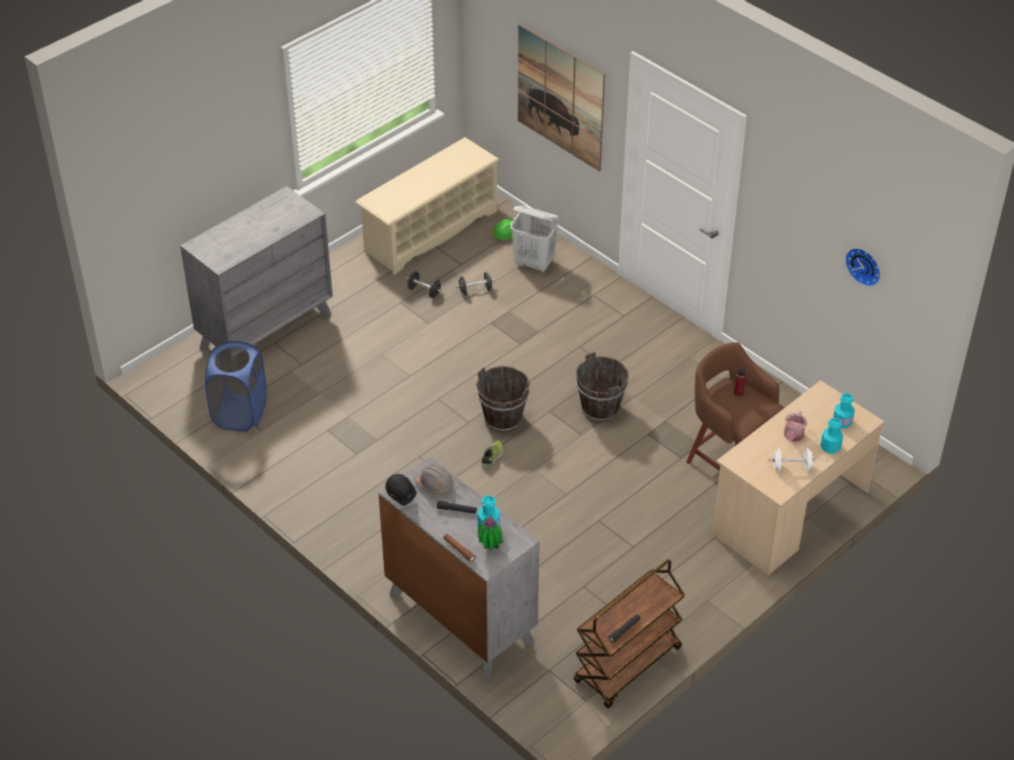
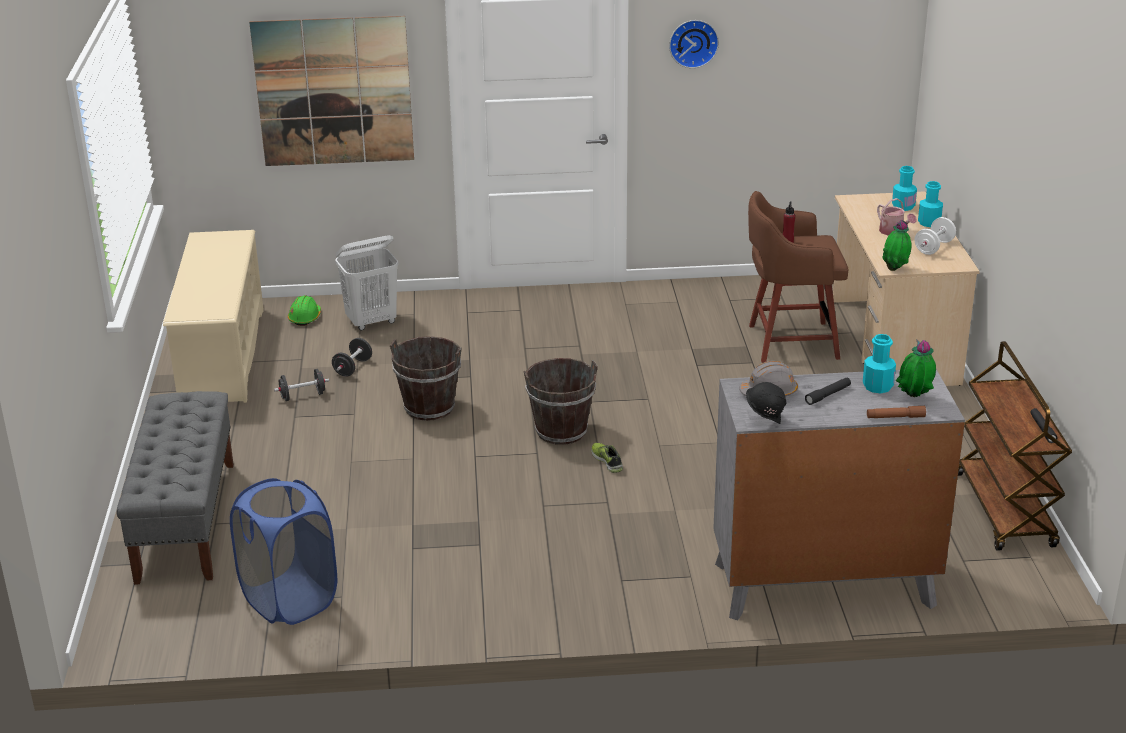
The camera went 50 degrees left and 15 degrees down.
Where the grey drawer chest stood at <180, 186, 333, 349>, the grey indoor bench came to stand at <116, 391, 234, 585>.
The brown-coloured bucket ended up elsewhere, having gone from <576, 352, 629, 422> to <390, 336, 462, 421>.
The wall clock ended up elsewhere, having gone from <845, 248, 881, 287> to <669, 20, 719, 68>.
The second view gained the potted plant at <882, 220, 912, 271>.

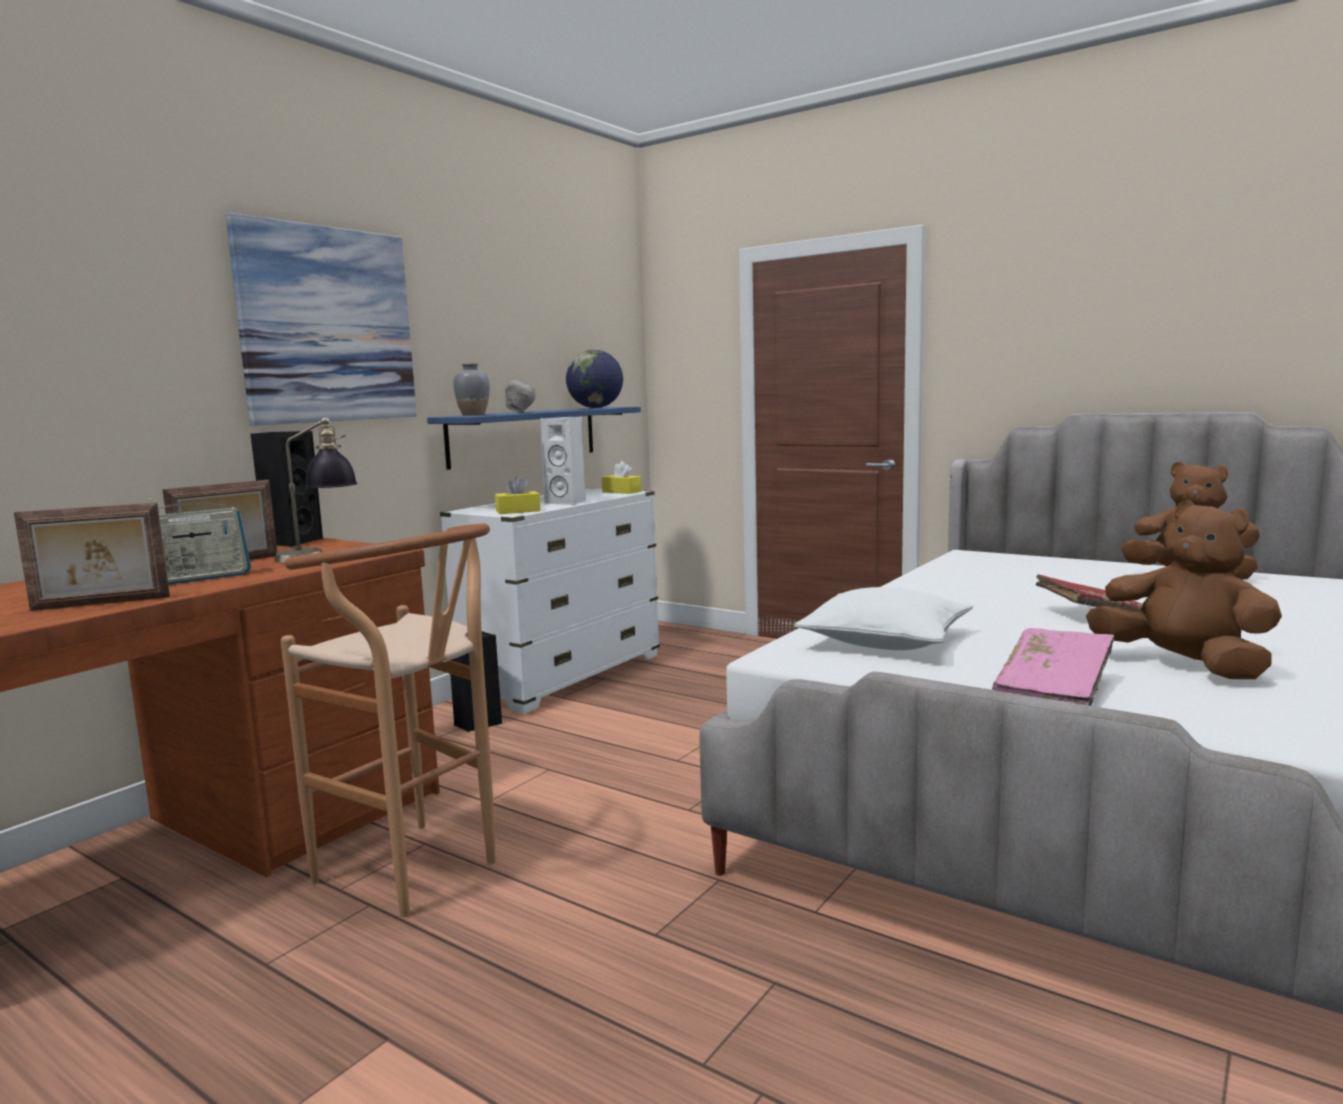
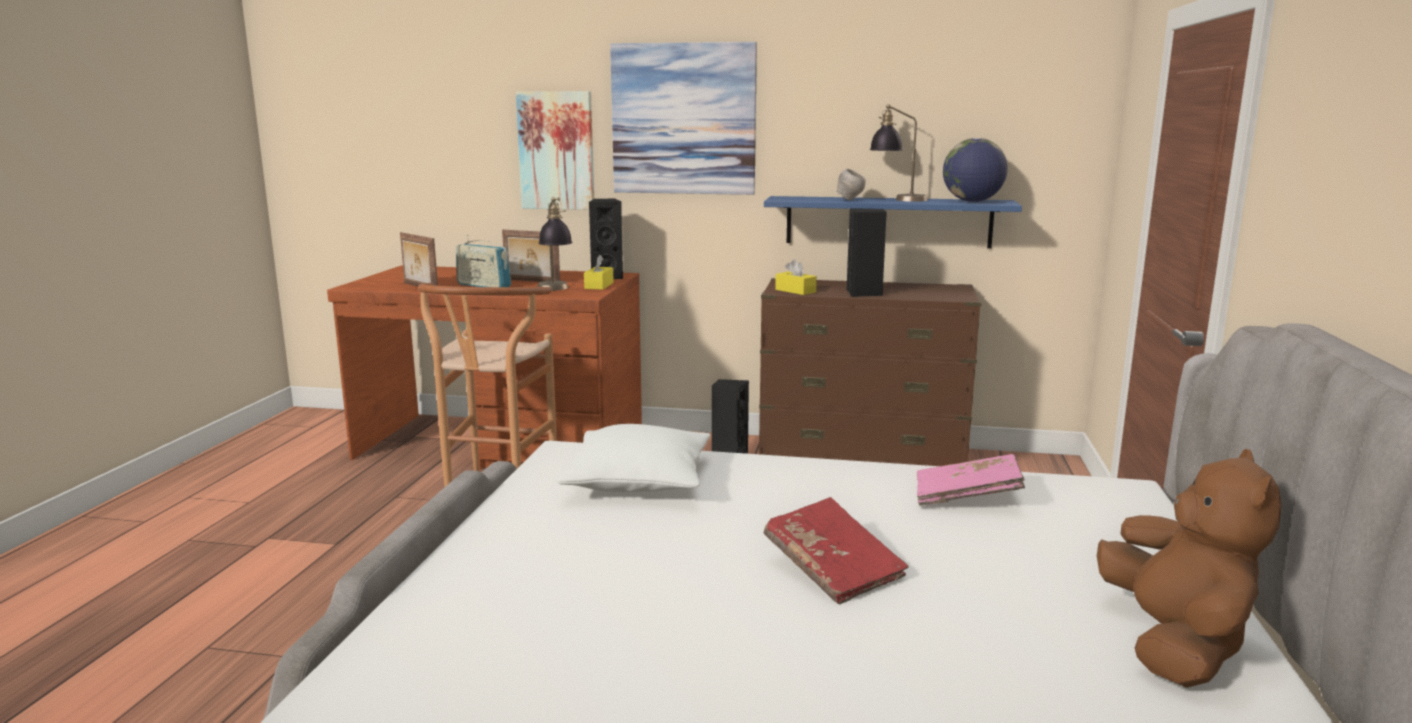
The camera went 65 degrees right and 5 degrees up.
The second view gained the wall picture at <516, 91, 594, 210>.
The yellowish tissue box ended up elsewhere, having gone from <602, 461, 641, 494> to <584, 255, 614, 290>.
What was the whitish drawer chest at <440, 488, 660, 714> turned into the brown-coloured drawer chest at <759, 278, 981, 466>.
What was the whitish audio speaker at <540, 417, 586, 505> turned into the black-coloured audio speaker at <846, 208, 887, 297>.
The second view gained the lamp for a table at <870, 104, 927, 202>.
The pink-coloured bound book ended up elsewhere, having gone from <992, 628, 1114, 706> to <917, 454, 1025, 506>.
The second view lost the grey decorative vase at <453, 363, 490, 416>.
The second view lost the brown-coloured cuddly toy at <1086, 500, 1282, 679>.

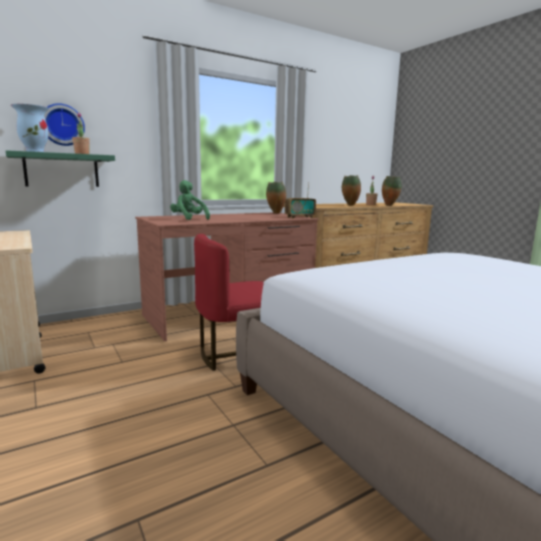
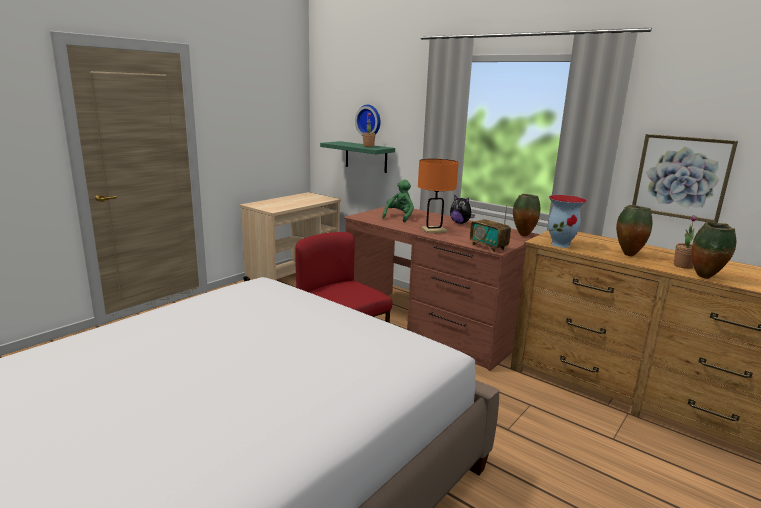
The camera went 70 degrees right and 5 degrees up.
The second view gained the orange-coloured lamp for a table at <418, 159, 459, 233>.
The second view gained the cuddly toy at <450, 196, 475, 224>.
The decorative vase ended up elsewhere, having gone from <11, 104, 49, 152> to <548, 195, 587, 248>.
The second view gained the wall picture at <632, 134, 738, 223>.

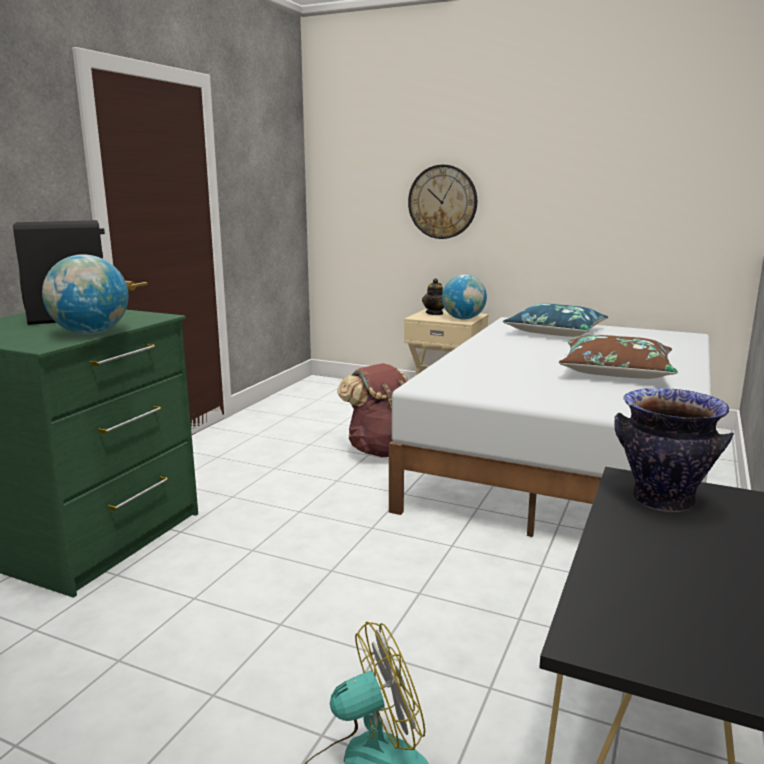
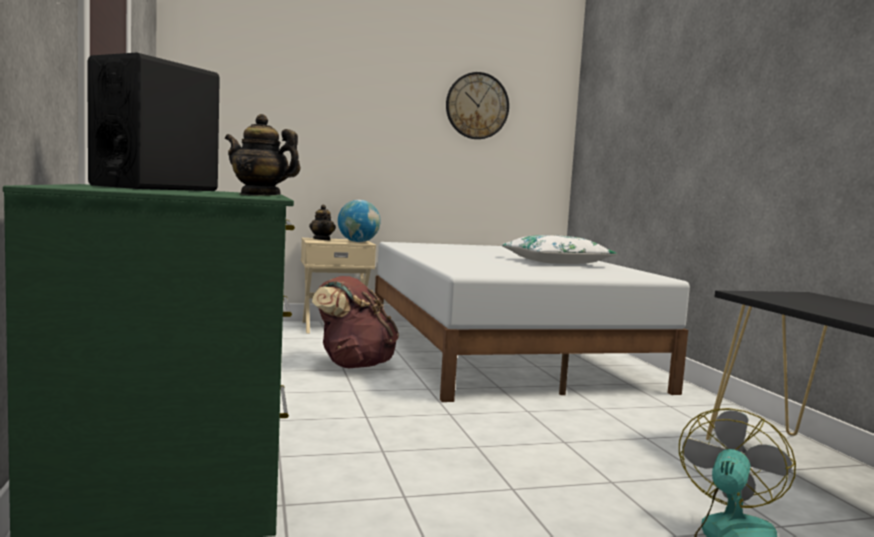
The camera went 40 degrees left and 10 degrees down.
Where the world globe stood at <42, 254, 129, 334>, the tea pot came to stand at <225, 114, 300, 195>.
The wall clock ended up elsewhere, having gone from <408, 165, 477, 239> to <446, 72, 509, 139>.
What was the brown-coloured throw pillow at <559, 335, 678, 379> turned into the whitish throw pillow at <502, 235, 617, 264>.
The second view lost the blue throw pillow at <503, 303, 608, 337>.
The second view lost the decorative vase at <614, 388, 734, 512>.

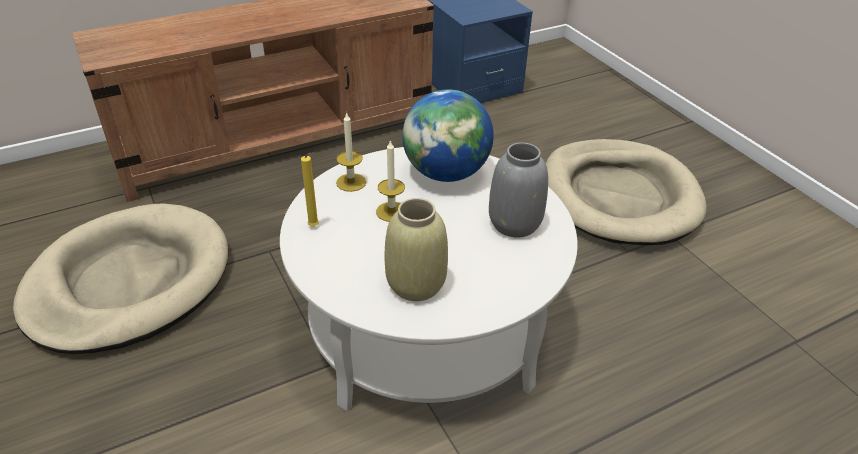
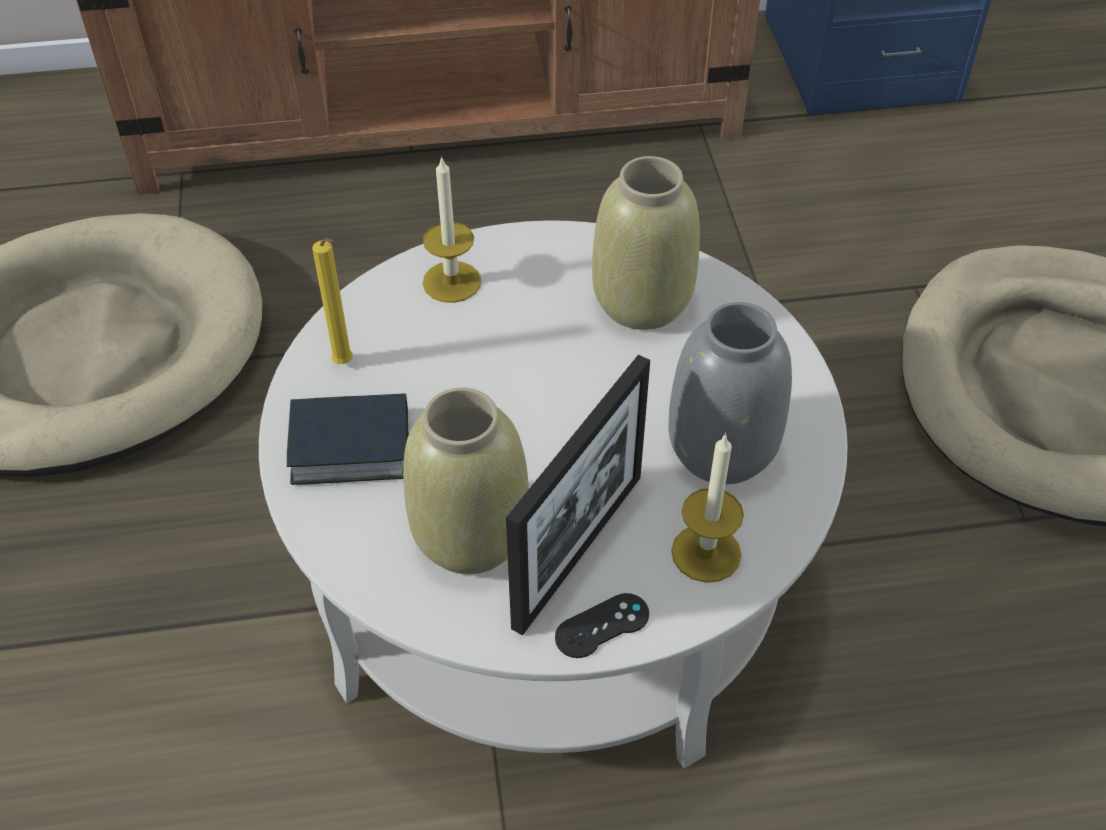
The camera went 20 degrees right and 10 degrees up.
The second view gained the bound book at <287, 393, 409, 485>.
The second view gained the standing frame at <506, 355, 650, 636>.
The second view gained the black-coloured game controller at <555, 593, 649, 658>.
Where the world globe stood at <402, 89, 494, 182>, the beige decorative vase came to stand at <592, 156, 700, 330>.
The wax candle ended up elsewhere, having gone from <376, 140, 405, 222> to <671, 433, 744, 583>.

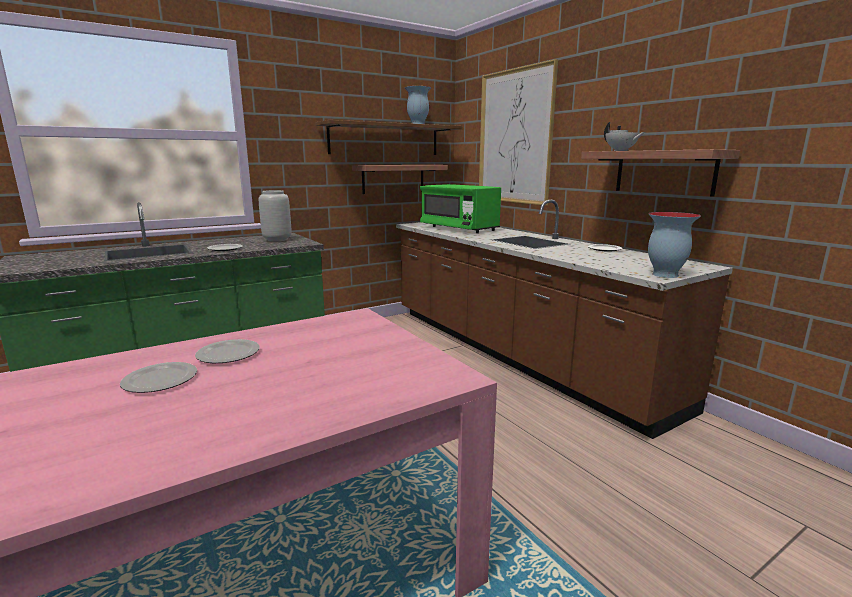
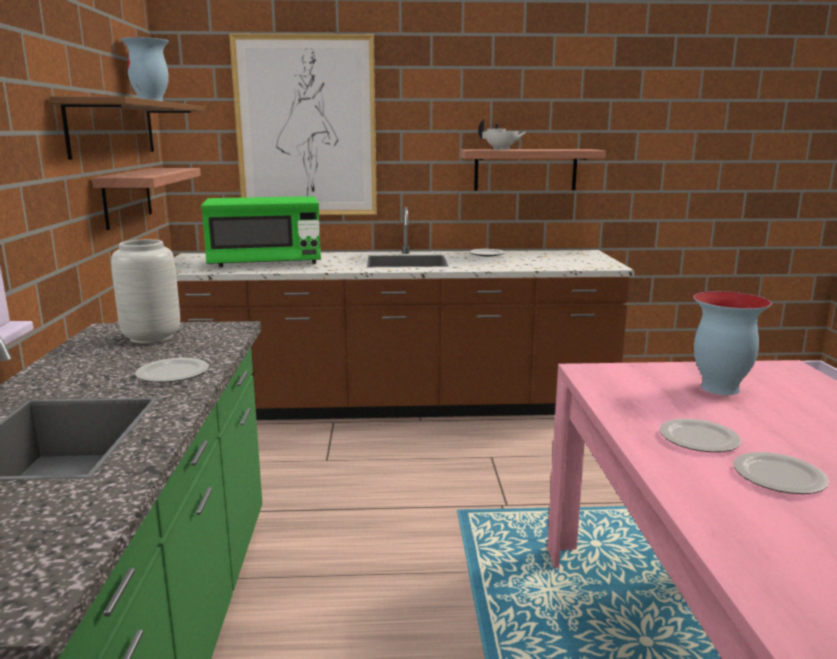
The camera went 60 degrees left and 0 degrees up.
The decorative vase ended up elsewhere, having gone from <648, 212, 701, 278> to <693, 291, 772, 395>.

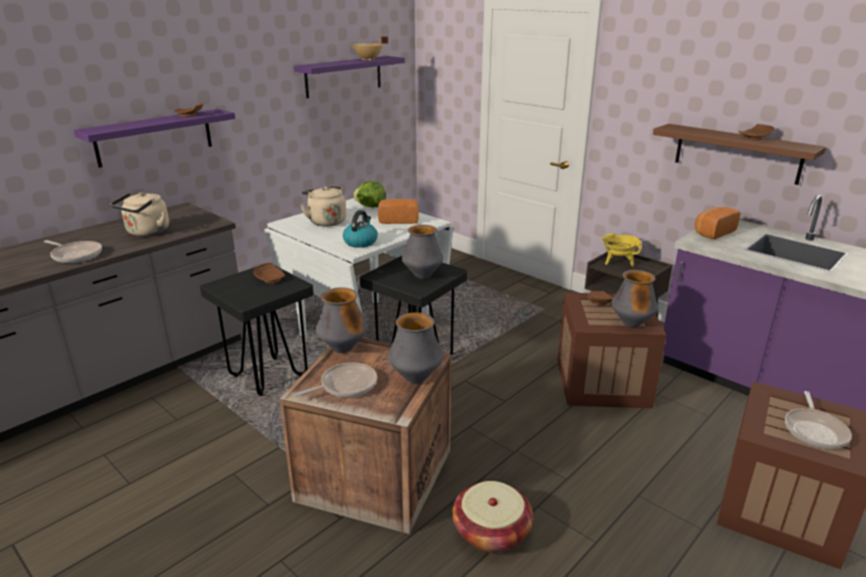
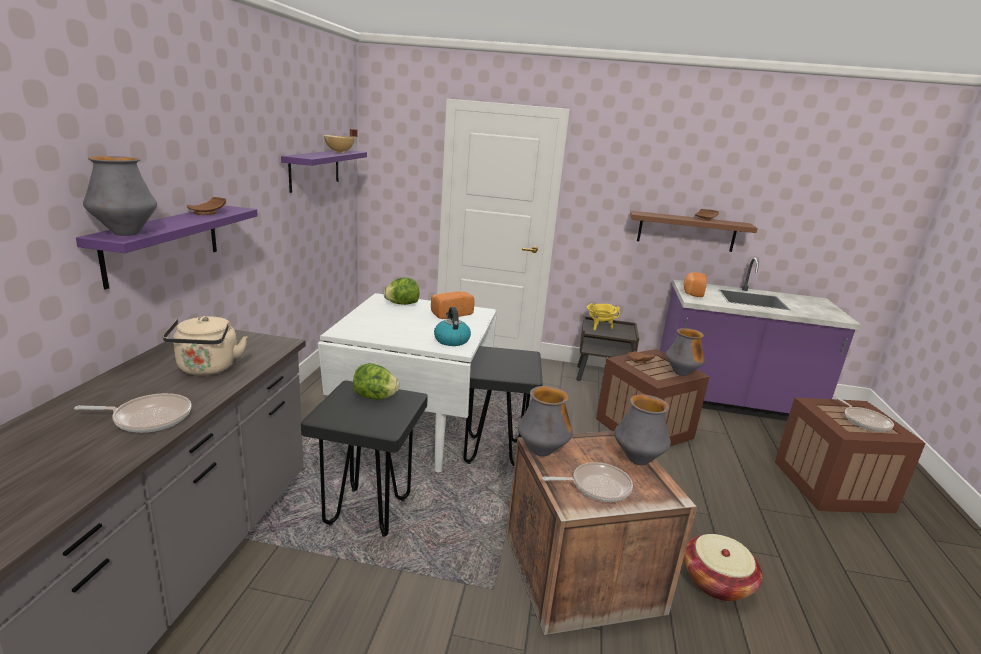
The camera went 35 degrees left and 5 degrees down.
The decorative vase ended up elsewhere, having gone from <401, 225, 444, 279> to <83, 156, 157, 236>.
Where the brown-coloured flat dish stood at <253, 262, 285, 283>, the lettuce came to stand at <353, 363, 399, 400>.
The frying pan at <294, 363, 377, 397> ended up facing another way, 60 degrees clockwise from before.
The second view lost the beige kettle at <300, 186, 346, 226>.

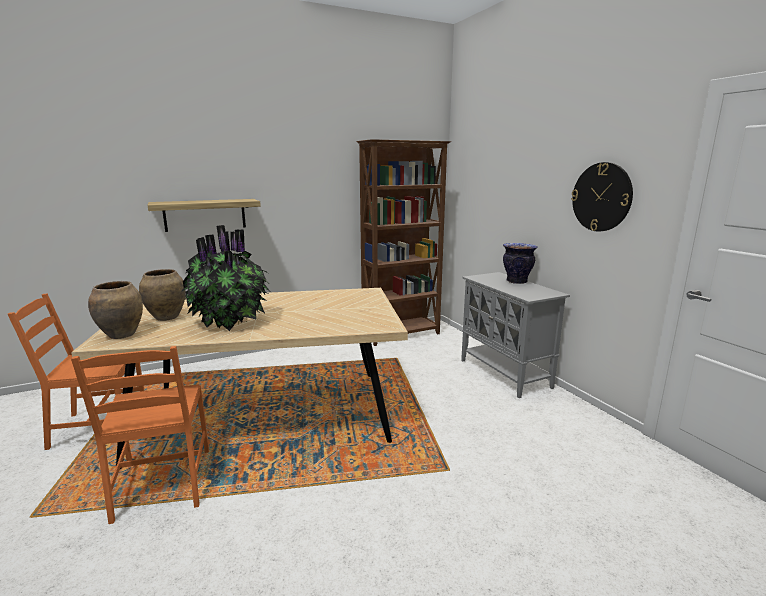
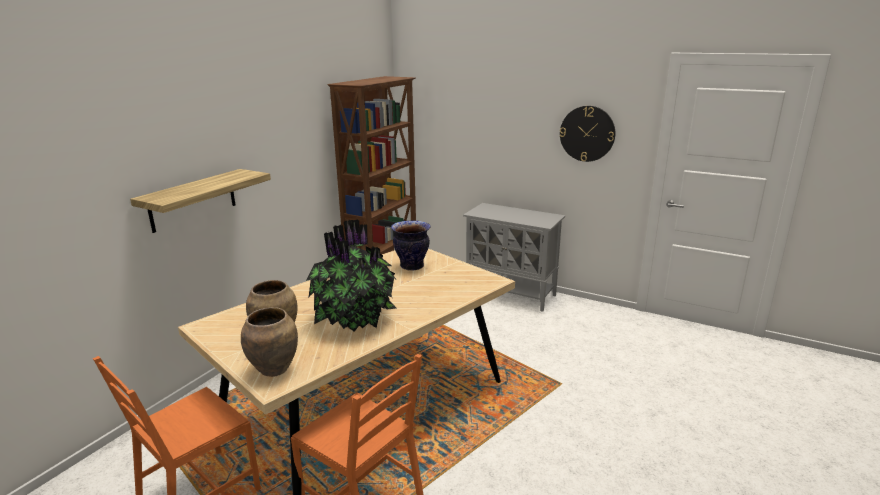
The camera went 35 degrees left and 5 degrees up.
The decorative vase ended up elsewhere, having gone from <503, 243, 538, 284> to <391, 221, 431, 271>.

